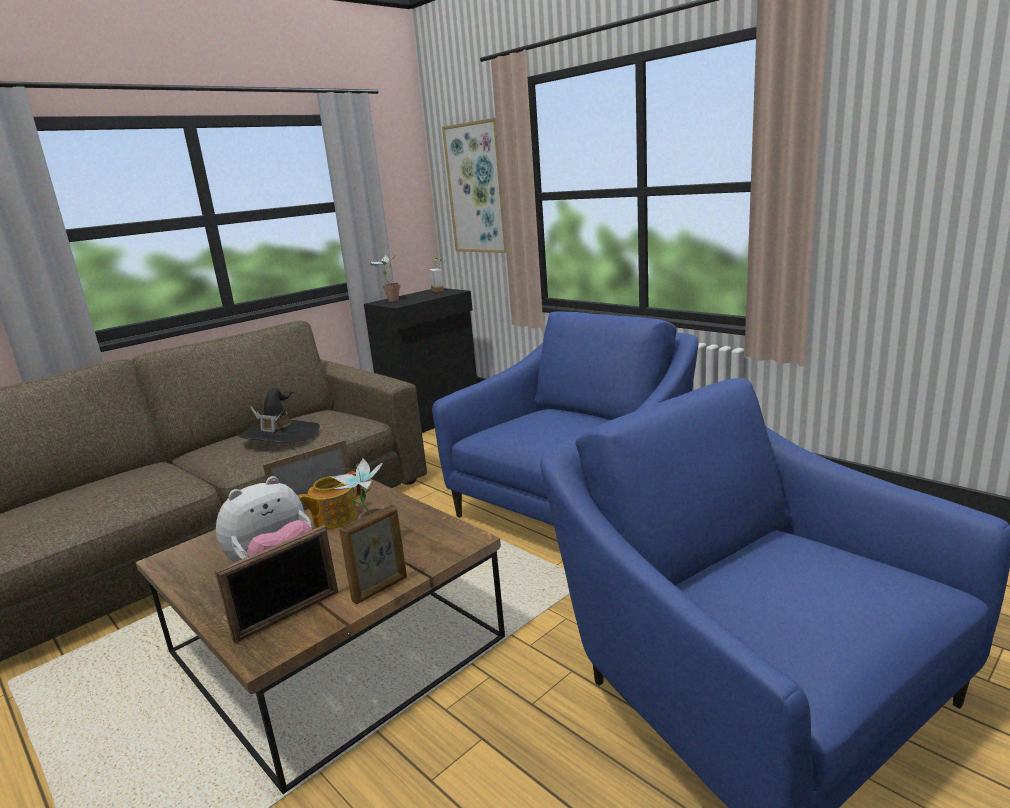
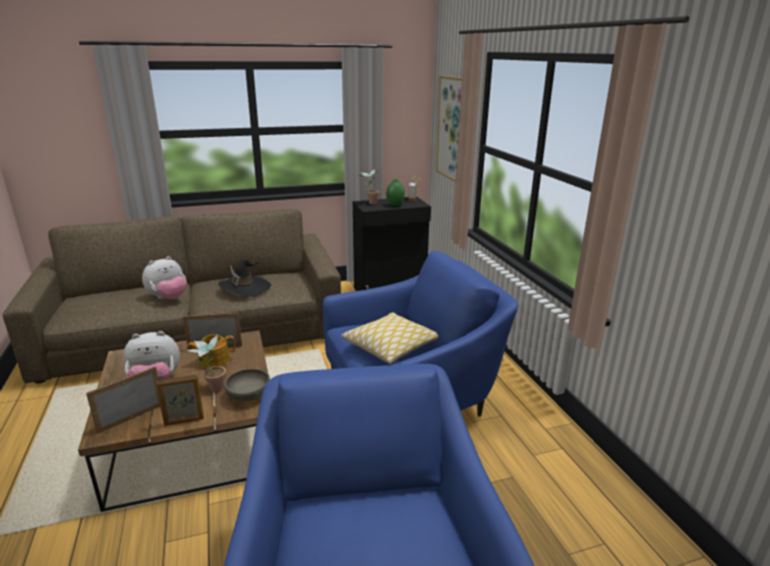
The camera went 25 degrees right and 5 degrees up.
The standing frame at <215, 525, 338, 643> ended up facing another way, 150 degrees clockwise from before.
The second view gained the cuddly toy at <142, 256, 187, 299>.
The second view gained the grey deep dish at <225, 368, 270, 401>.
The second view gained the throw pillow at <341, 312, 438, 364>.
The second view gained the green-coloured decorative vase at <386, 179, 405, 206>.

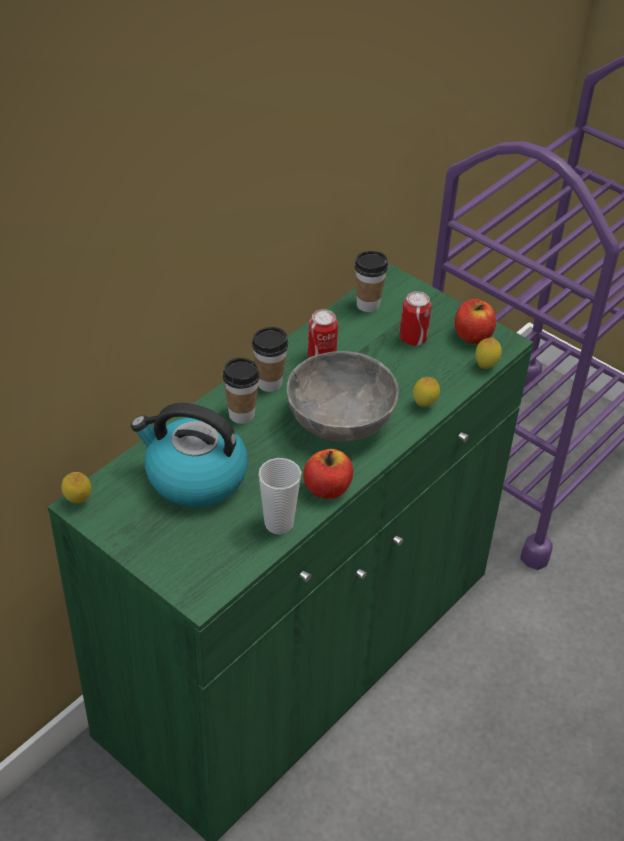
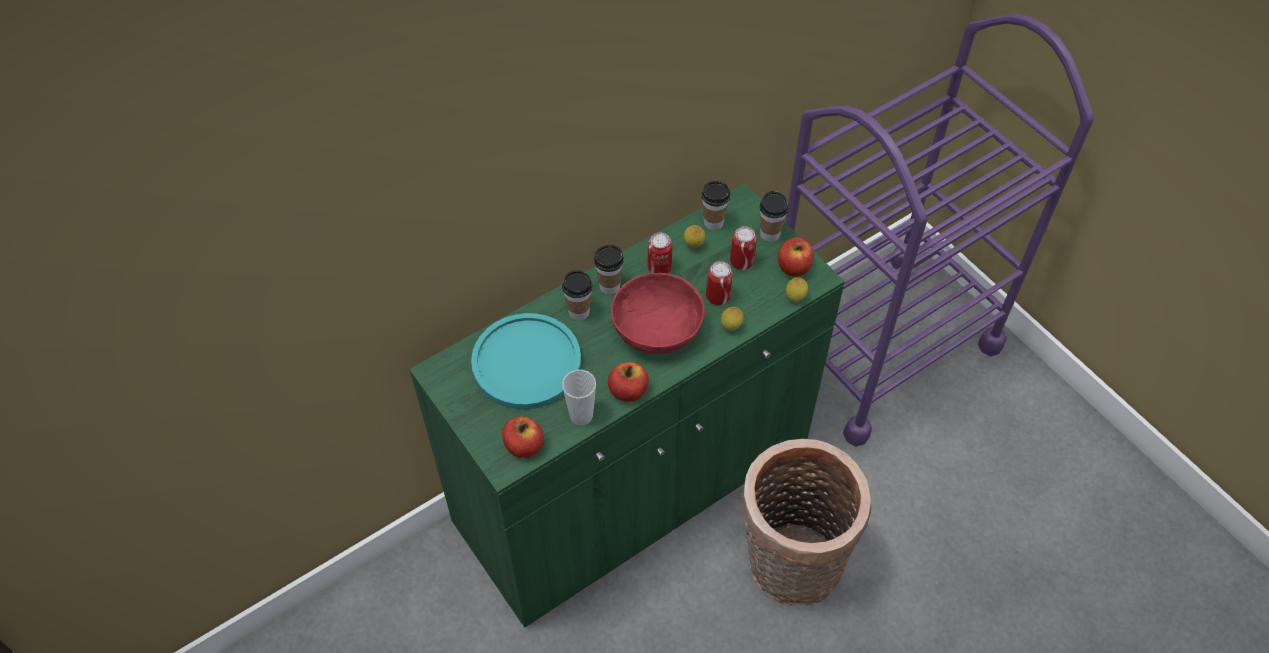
The camera went 15 degrees right and 10 degrees up.
Where the kettle stood at <131, 403, 248, 508>, the blue-green flat dish came to stand at <471, 313, 581, 410>.
The second view gained the whole apple at <502, 416, 544, 458>.
What was the grey deep dish at <287, 351, 399, 442> turned into the red-coloured deep dish at <611, 273, 705, 354>.
The lemon ended up elsewhere, having gone from <61, 472, 91, 503> to <684, 225, 705, 248>.
The second view gained the sealed can at <706, 261, 733, 305>.
The second view gained the basket at <741, 439, 871, 606>.
The second view gained the small cup at <759, 191, 789, 242>.

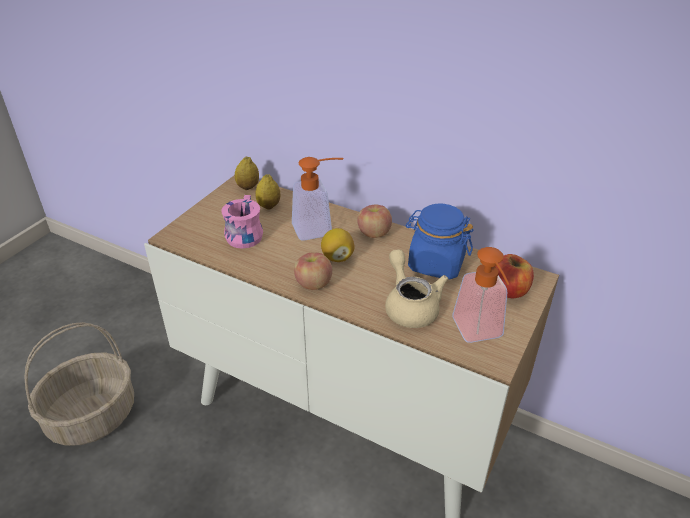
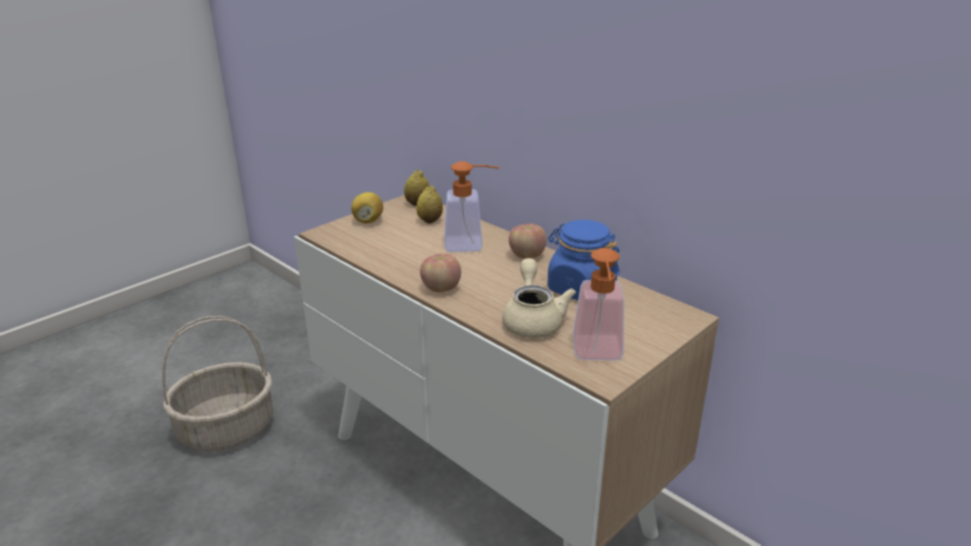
The camera went 15 degrees right and 10 degrees down.
The lemon ended up elsewhere, having gone from <321, 228, 355, 262> to <351, 192, 383, 223>.
The second view lost the pink-coloured mug at <221, 195, 263, 249>.
The second view lost the whole apple at <495, 254, 534, 298>.

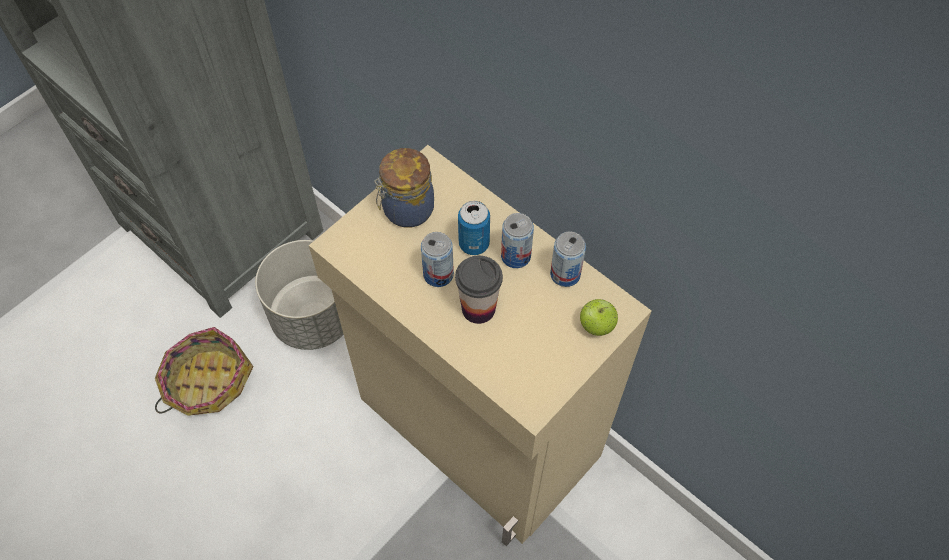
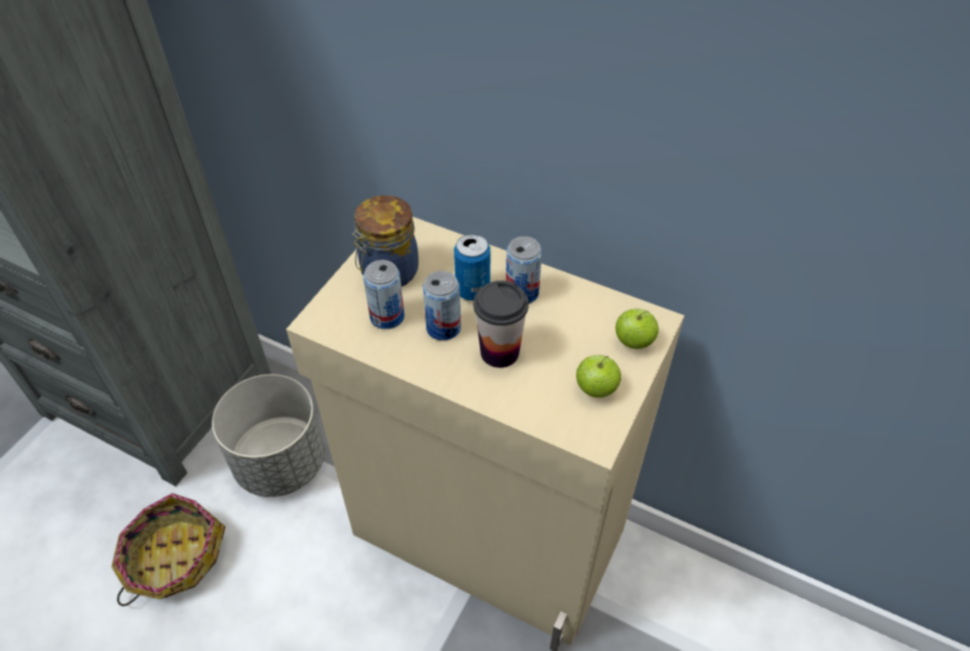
The camera went 15 degrees left and 10 degrees down.
The sealed can ended up elsewhere, having gone from <550, 231, 586, 287> to <363, 260, 404, 329>.
The second view gained the whole apple at <576, 355, 621, 398>.

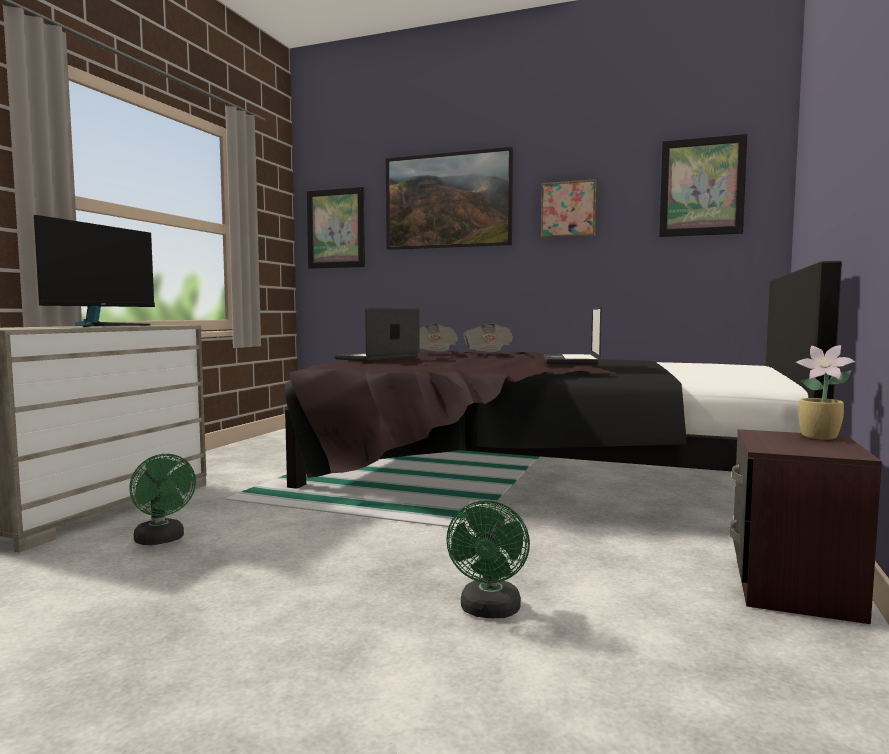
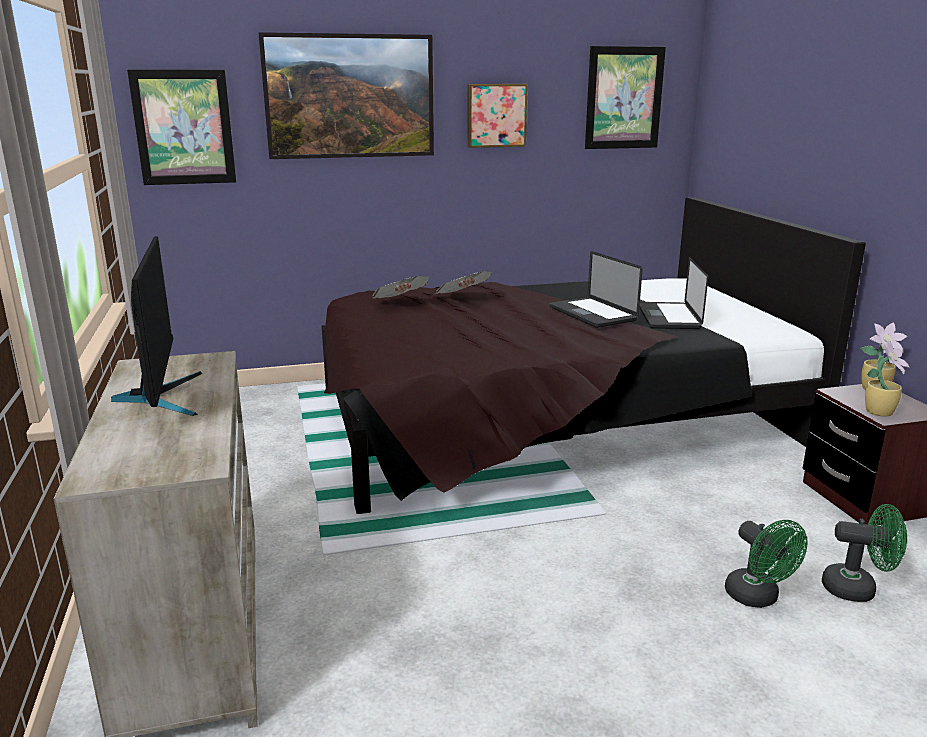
The camera went 35 degrees left and 15 degrees up.
The notebook computer ended up elsewhere, having gone from <334, 307, 420, 361> to <639, 257, 708, 329>.
The green-coloured cooling fan ended up elsewhere, having gone from <129, 454, 196, 545> to <822, 504, 907, 602>.
The second view gained the potted plant at <865, 339, 910, 417>.

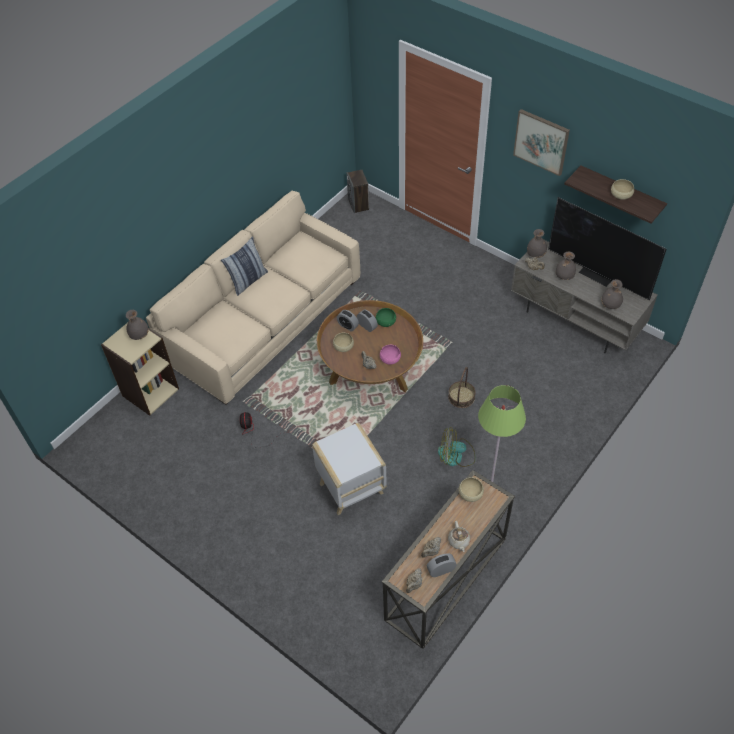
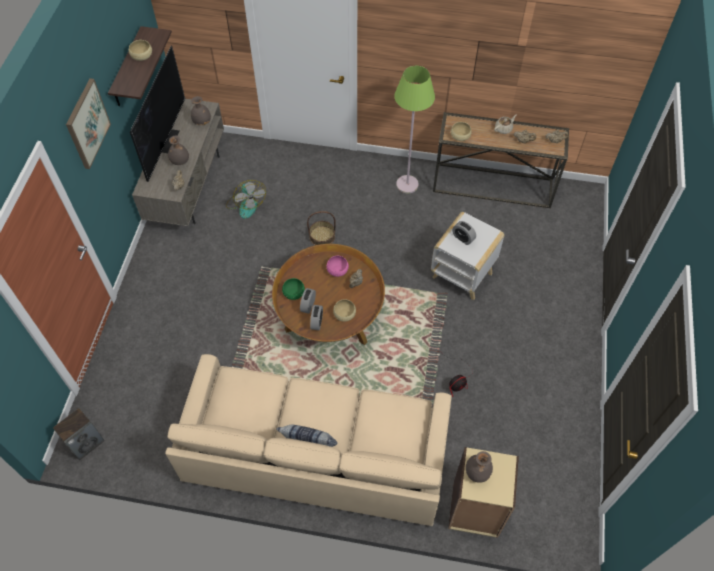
The camera went 120 degrees left and 5 degrees up.
The cooling fan ended up elsewhere, having gone from <438, 427, 476, 467> to <226, 180, 266, 219>.
The table clock ended up elsewhere, having gone from <427, 553, 457, 577> to <452, 221, 476, 245>.
The second view lost the grey decorative vase at <527, 229, 547, 258>.

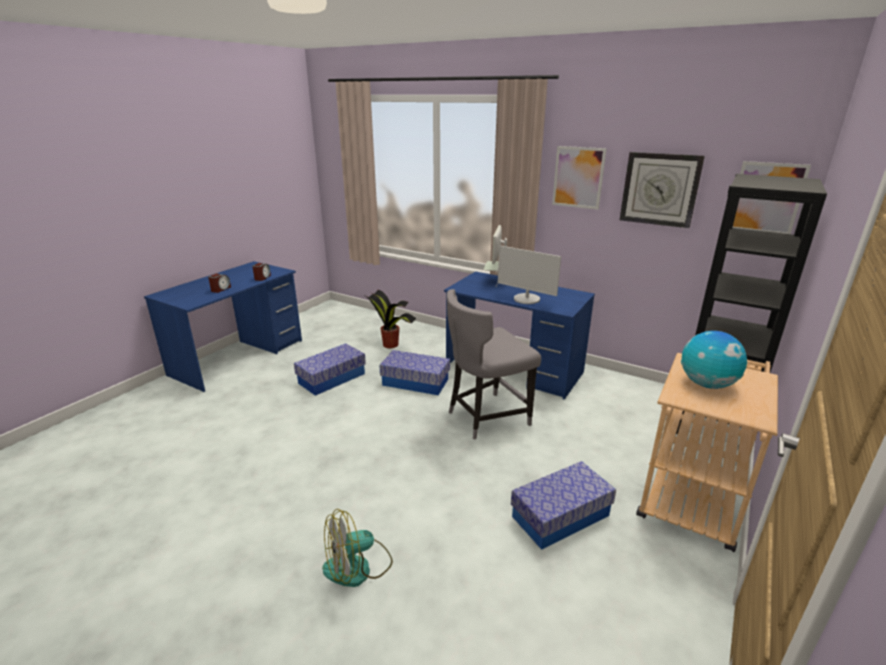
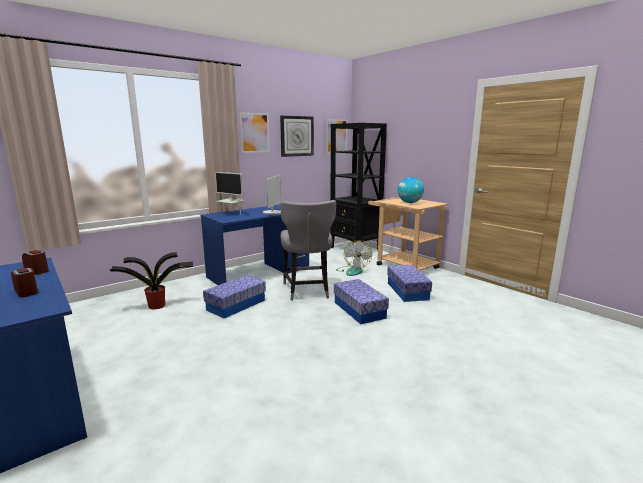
The camera went 70 degrees left and 10 degrees down.
The computer display at <498, 245, 561, 304> ended up facing another way, 45 degrees counterclockwise from before.
The storage box ended up elsewhere, having gone from <294, 343, 366, 396> to <334, 279, 389, 324>.
The cooling fan ended up elsewhere, having gone from <322, 509, 393, 587> to <336, 240, 372, 276>.

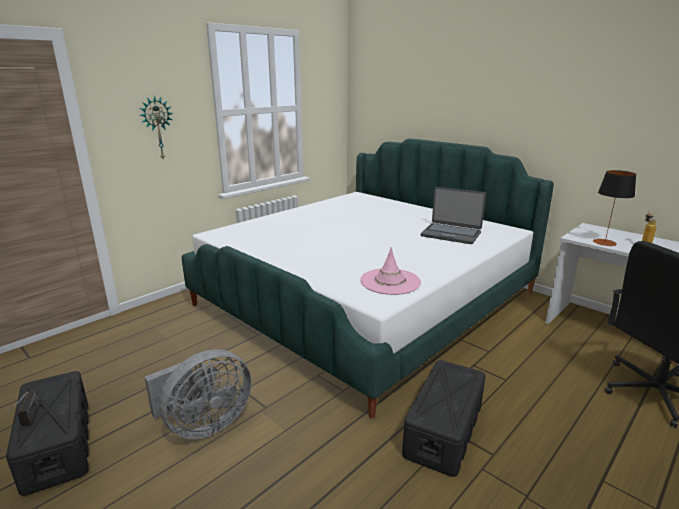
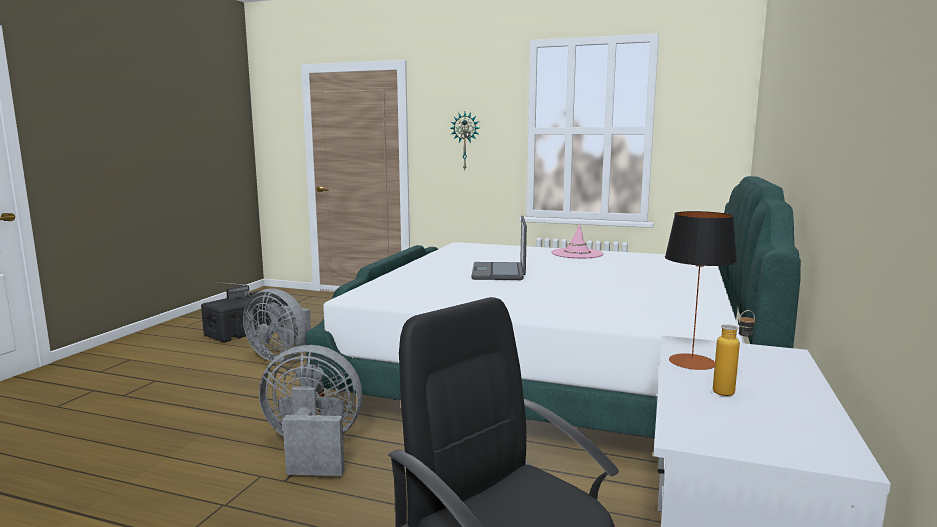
The camera went 65 degrees right and 10 degrees down.
Where the black-coloured storage box stood at <402, 360, 486, 477>, the grey cooling fan came to stand at <259, 345, 362, 476>.
The notebook computer ended up elsewhere, having gone from <421, 187, 486, 244> to <471, 216, 527, 280>.
The pink-coloured hat ended up elsewhere, having gone from <360, 247, 421, 295> to <551, 223, 604, 258>.

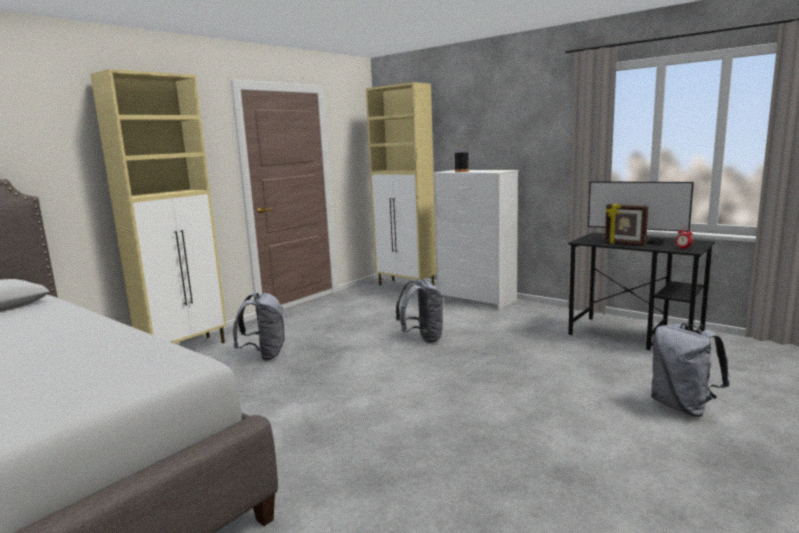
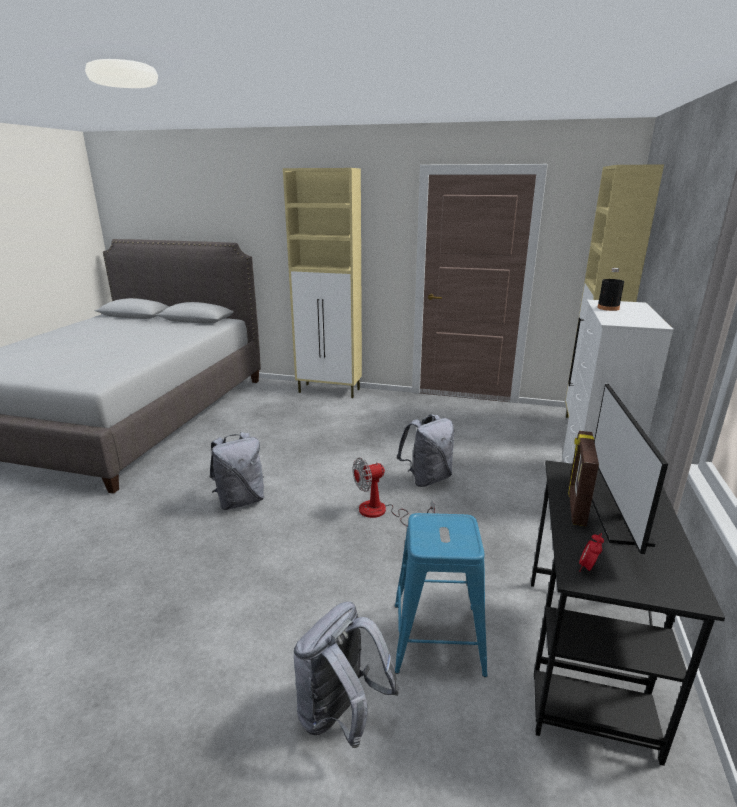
The camera went 65 degrees right and 10 degrees up.
The grey knapsack ended up elsewhere, having gone from <233, 293, 284, 361> to <210, 432, 264, 510>.
The second view gained the cooling fan at <352, 457, 435, 527>.
The second view gained the blue sitting stool at <395, 513, 488, 677>.

